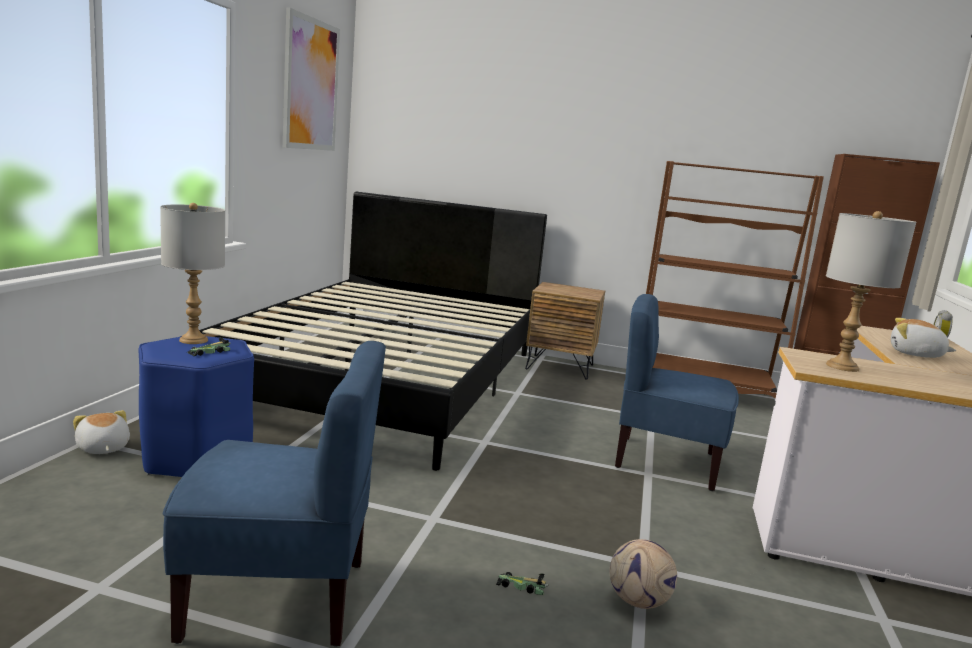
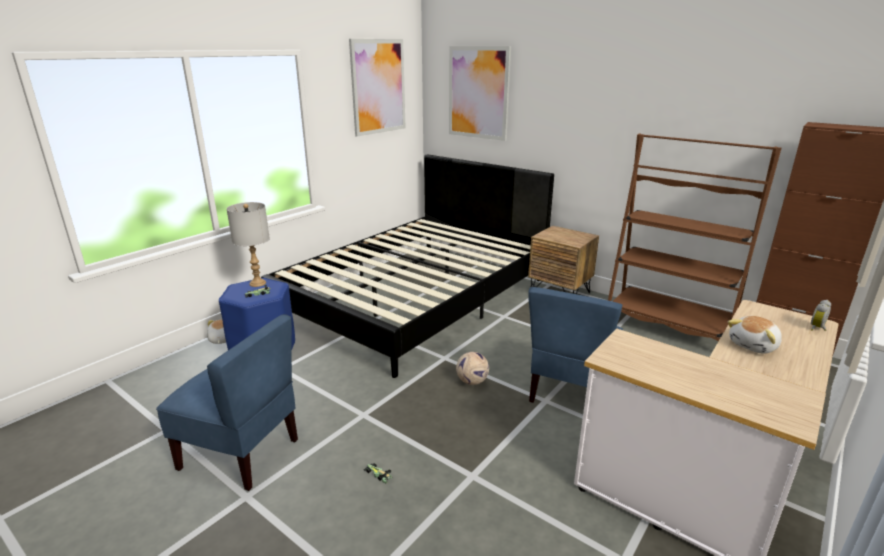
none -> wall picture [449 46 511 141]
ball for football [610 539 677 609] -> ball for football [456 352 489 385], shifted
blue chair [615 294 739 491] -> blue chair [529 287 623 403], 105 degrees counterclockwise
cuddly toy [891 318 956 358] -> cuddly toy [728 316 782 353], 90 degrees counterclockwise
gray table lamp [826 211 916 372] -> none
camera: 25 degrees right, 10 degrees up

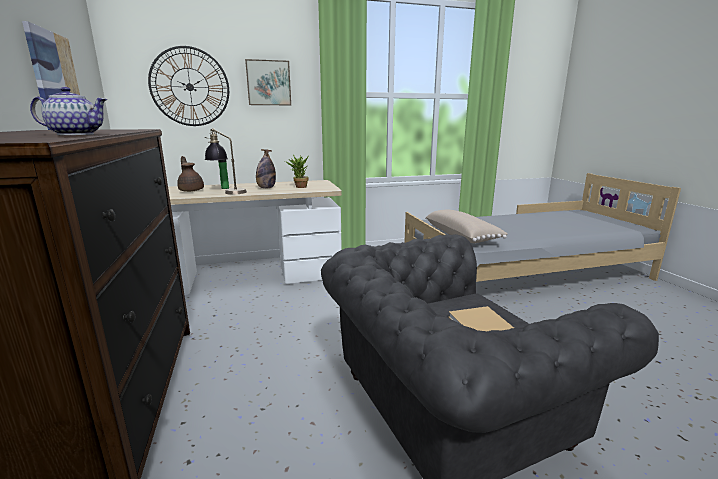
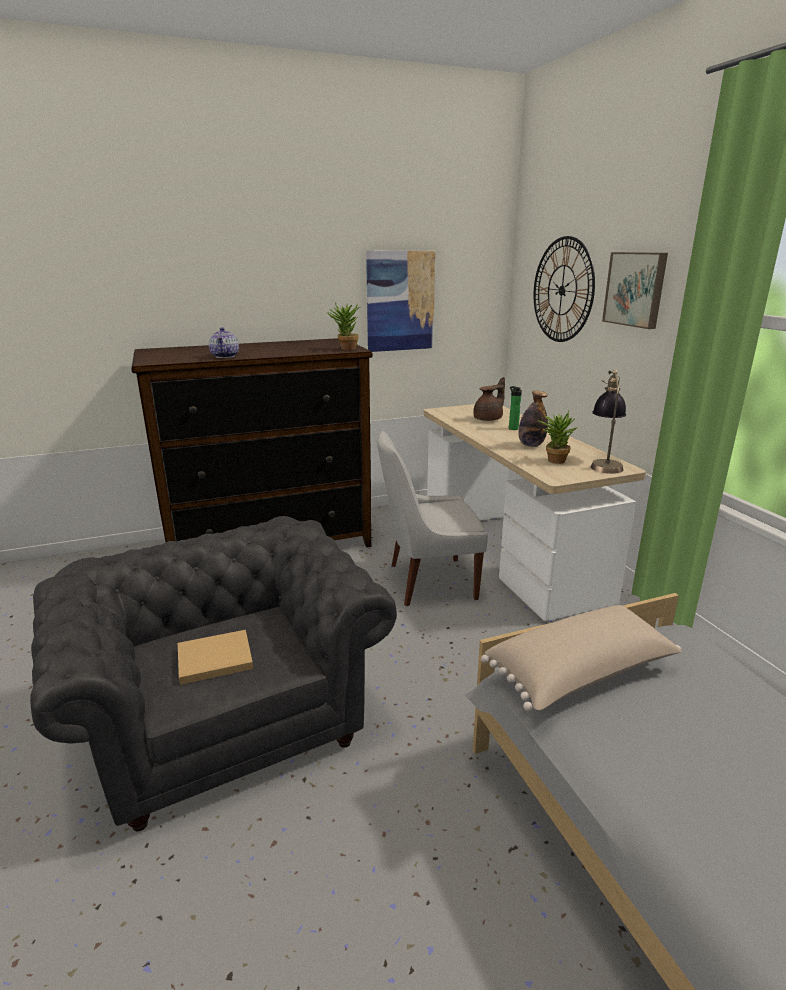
none -> plant in a pot [327 303 359 350]
none -> whitish chair [377 431 488 606]
table lamp [205 128 247 195] -> table lamp [591 370 626 474], shifted
camera: 85 degrees right, 5 degrees up

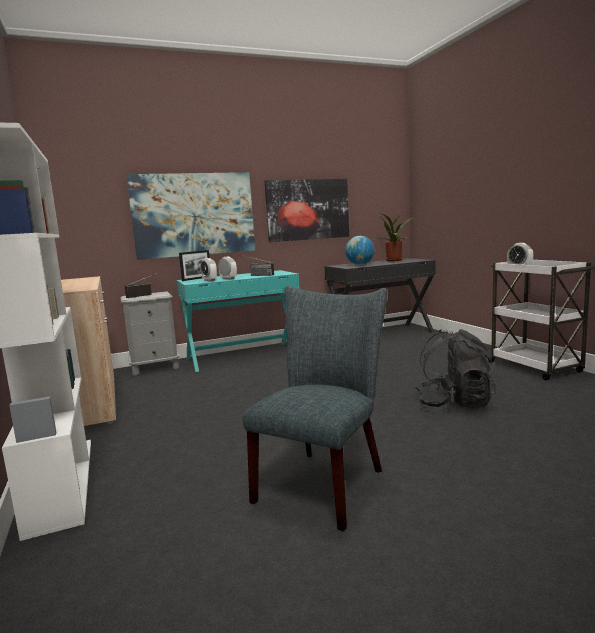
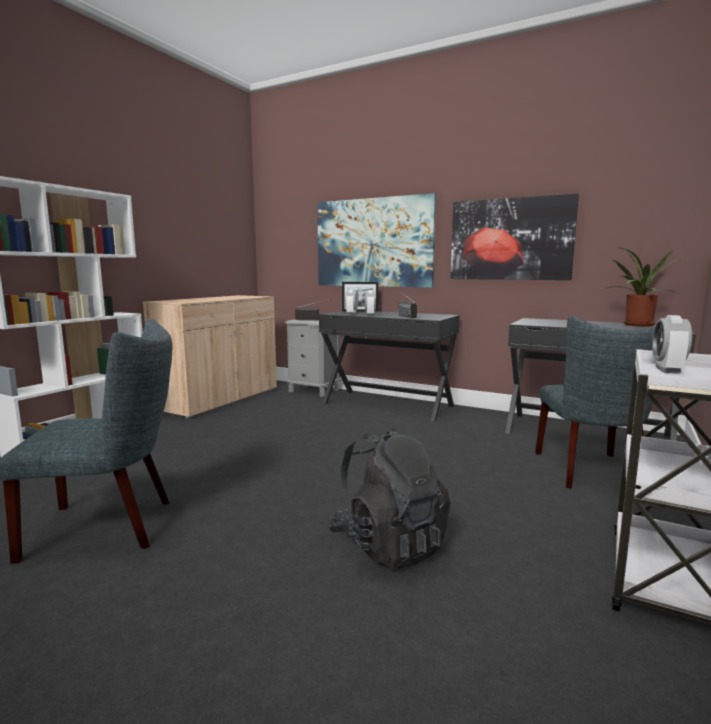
blue-green desk table [176 270 300 372] -> blackish desk table [319 311 460 422]
none -> gray chair [535 316 655 489]
desk globe [345 236 374 265] -> none
camera: 50 degrees right, 0 degrees up

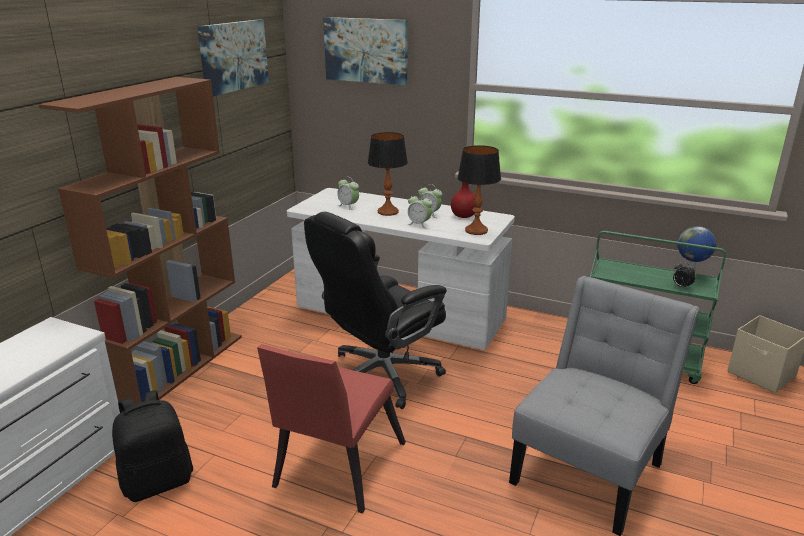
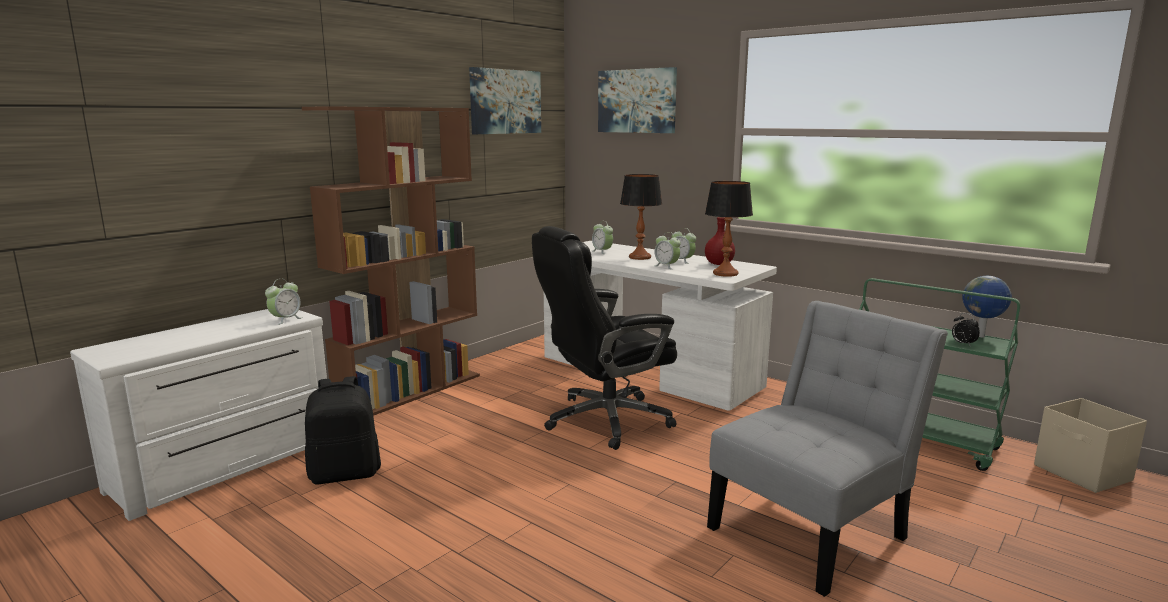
none -> table clock [265 279 303 325]
reddish chair [257 344 406 513] -> none
camera: 15 degrees right, 10 degrees down

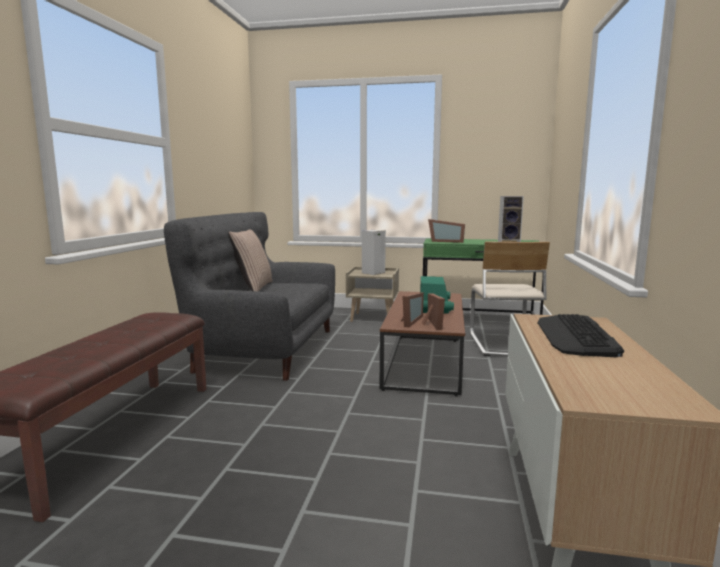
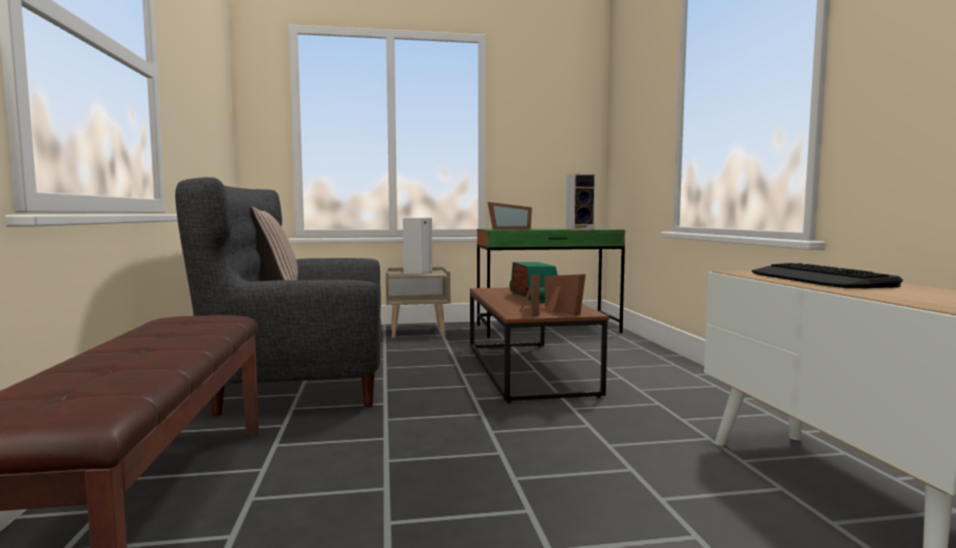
sand-coloured chair [470 241 550 356] -> none
camera: 20 degrees left, 5 degrees down

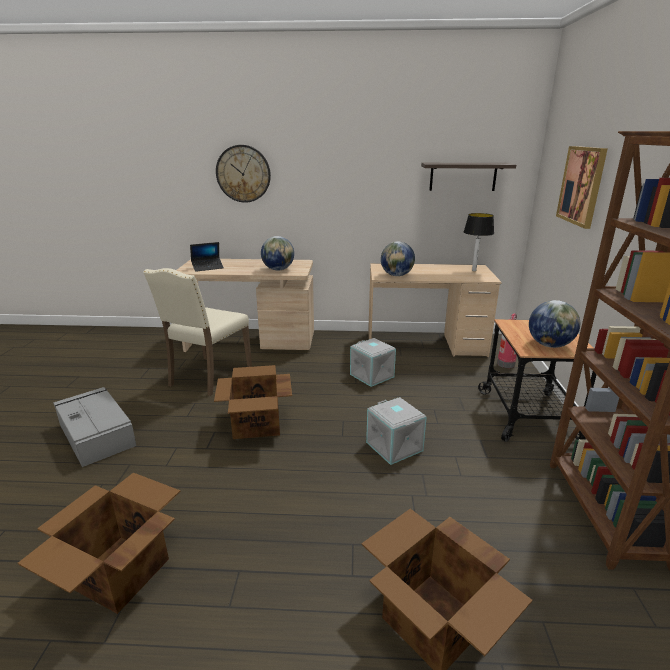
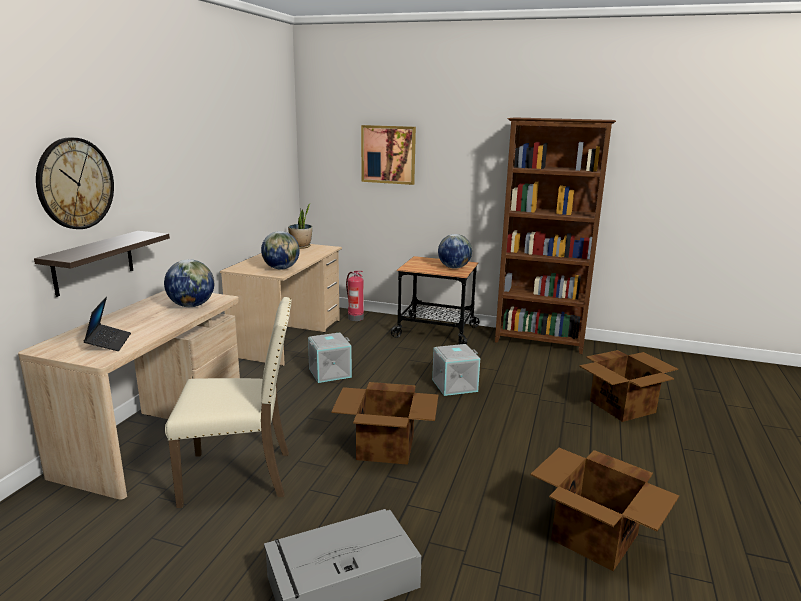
shelf [421 163 516 191] -> shelf [34 231 170 297], shifted
sand-coloured chair [143 268 252 396] -> sand-coloured chair [165 297 292 508], 45 degrees counterclockwise
table lamp [464 213 494 271] -> plant in a pot [288 204 312 249]
camera: 75 degrees left, 5 degrees down

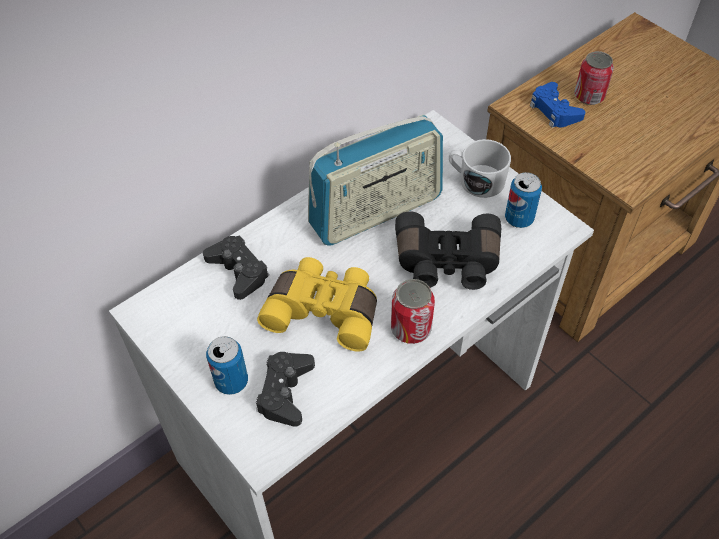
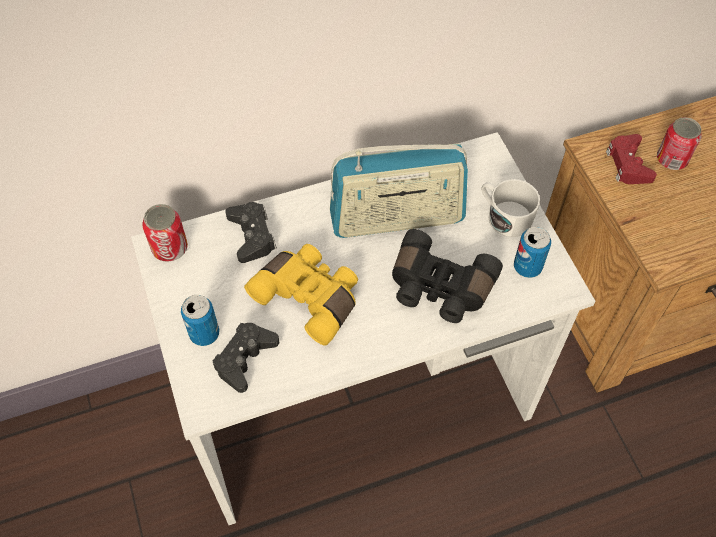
sealed can [391 279 435 344] -> sealed can [142 204 188 262], shifted
blue joypad [530 82 586 128] -> reddish joypad [606 134 657 184]
camera: 20 degrees right, 5 degrees up

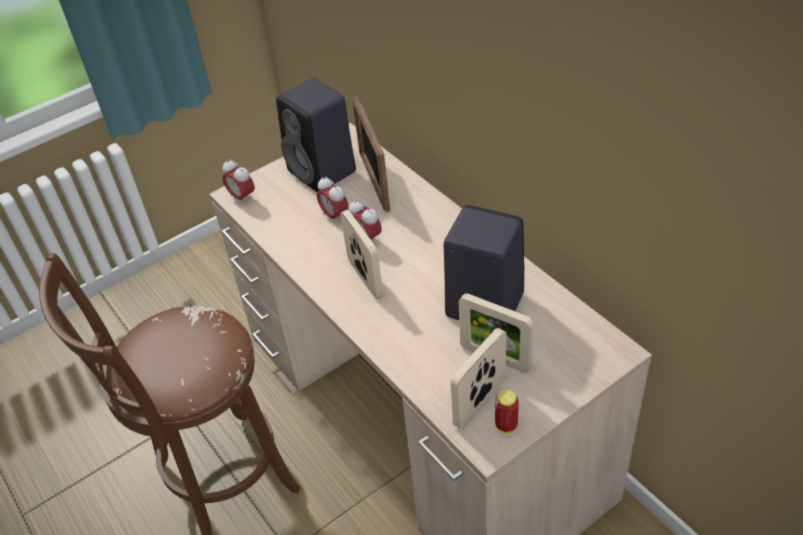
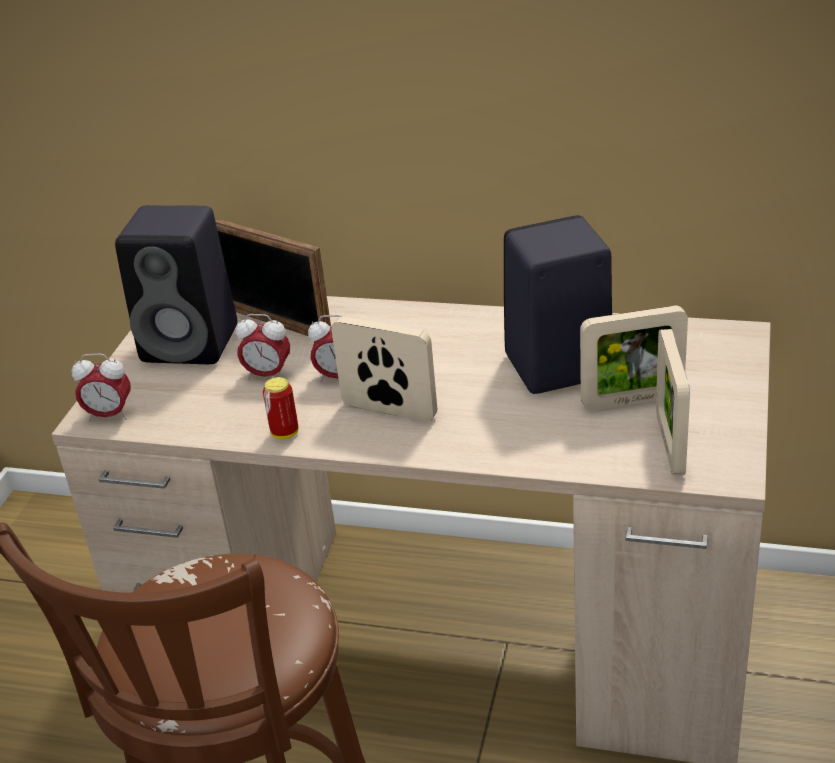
sealed can [495 390 519 433] -> sealed can [263 377 298 439], shifted
camera: 40 degrees left, 10 degrees down

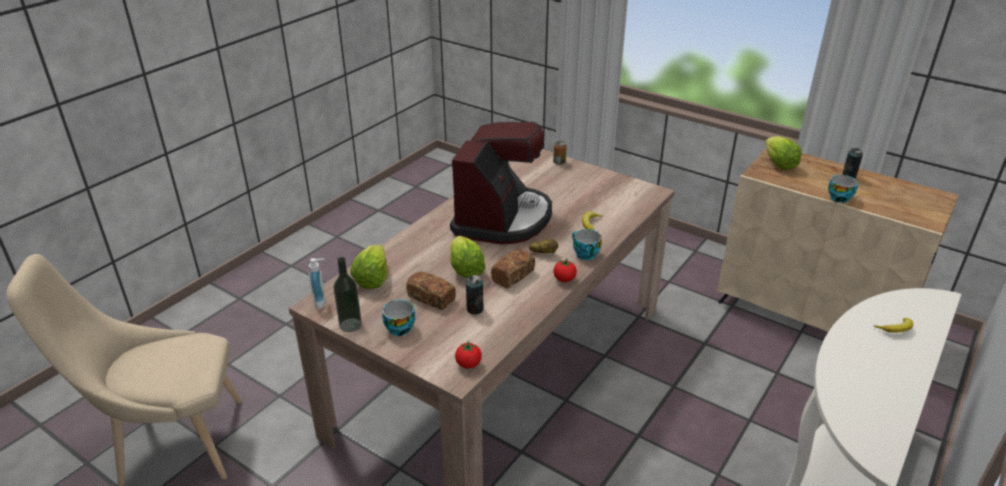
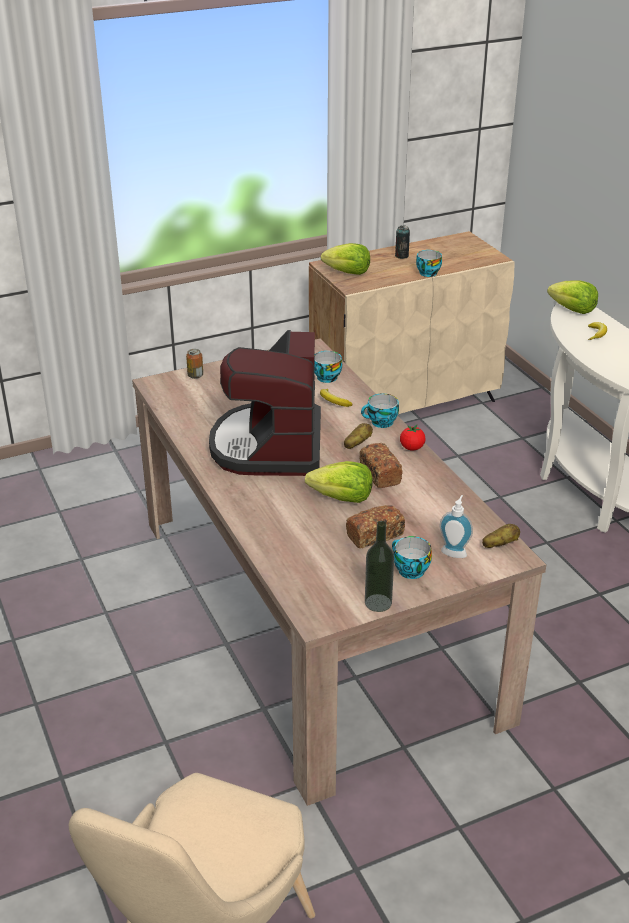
coffee brewer [450 122 552 244] -> coffee brewer [209 330 321 476], 135 degrees counterclockwise
none -> small cup [314 351 342 383]
liquid soap bottle [309 258 326 309] -> liquid soap bottle [440 495 473 558], shifted
whole tomato [455 341 482 369] -> potato [482 524 520 548]
lettuce head [350 244 388 289] -> lettuce head [547 280 598 314], shifted
sealed can [466 275 483 315] -> none
camera: 60 degrees left, 0 degrees up

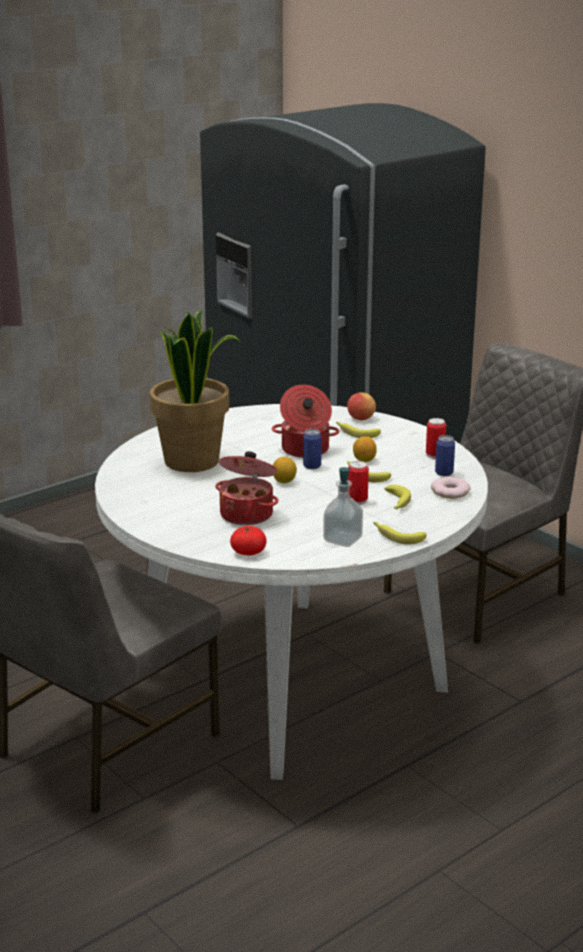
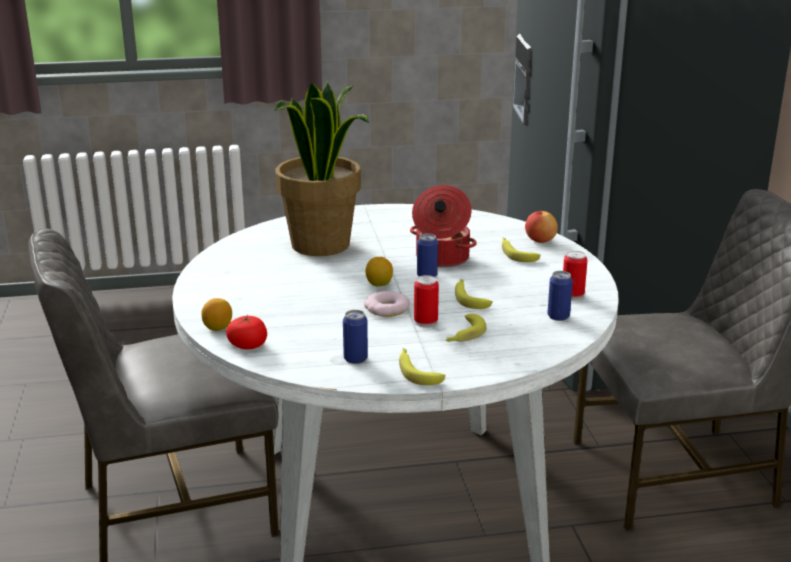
lemon [353 436 377 462] -> lemon [201 298 232 331], shifted
liquid soap bottle [323 467 363 547] -> sealed can [343 310 368 364]
donut [431 477 471 499] -> donut [364 291 410 317], shifted
stockpot [215 451 278 525] -> none
camera: 30 degrees right, 0 degrees up

